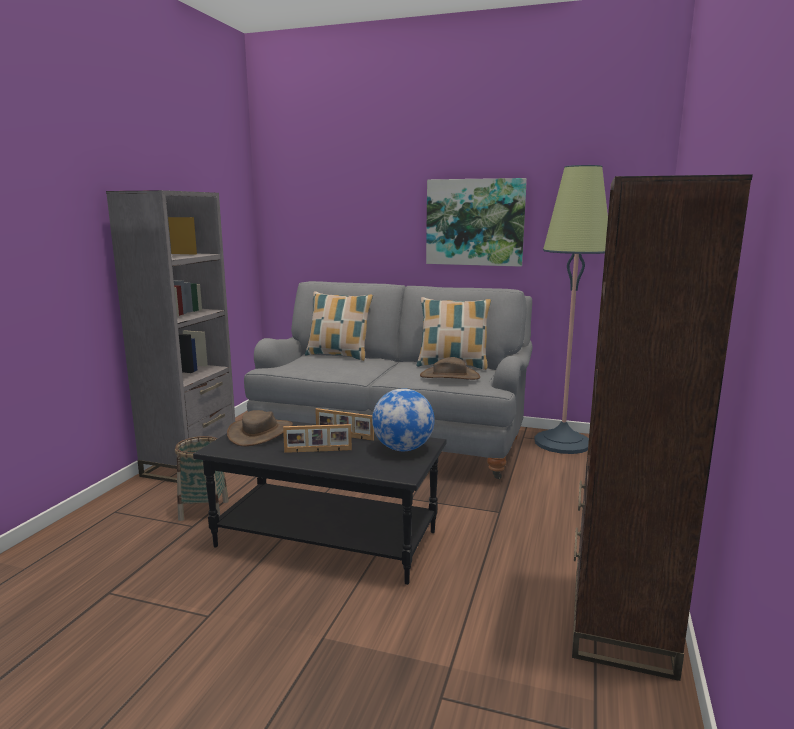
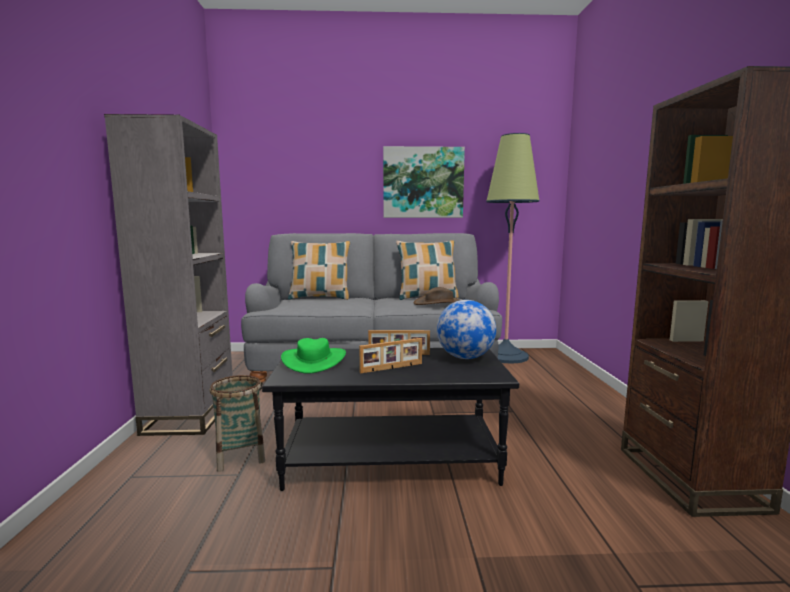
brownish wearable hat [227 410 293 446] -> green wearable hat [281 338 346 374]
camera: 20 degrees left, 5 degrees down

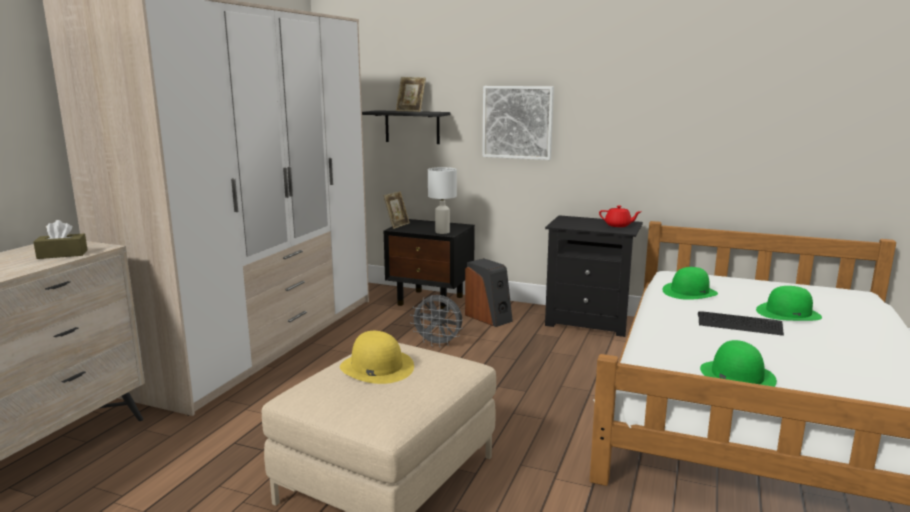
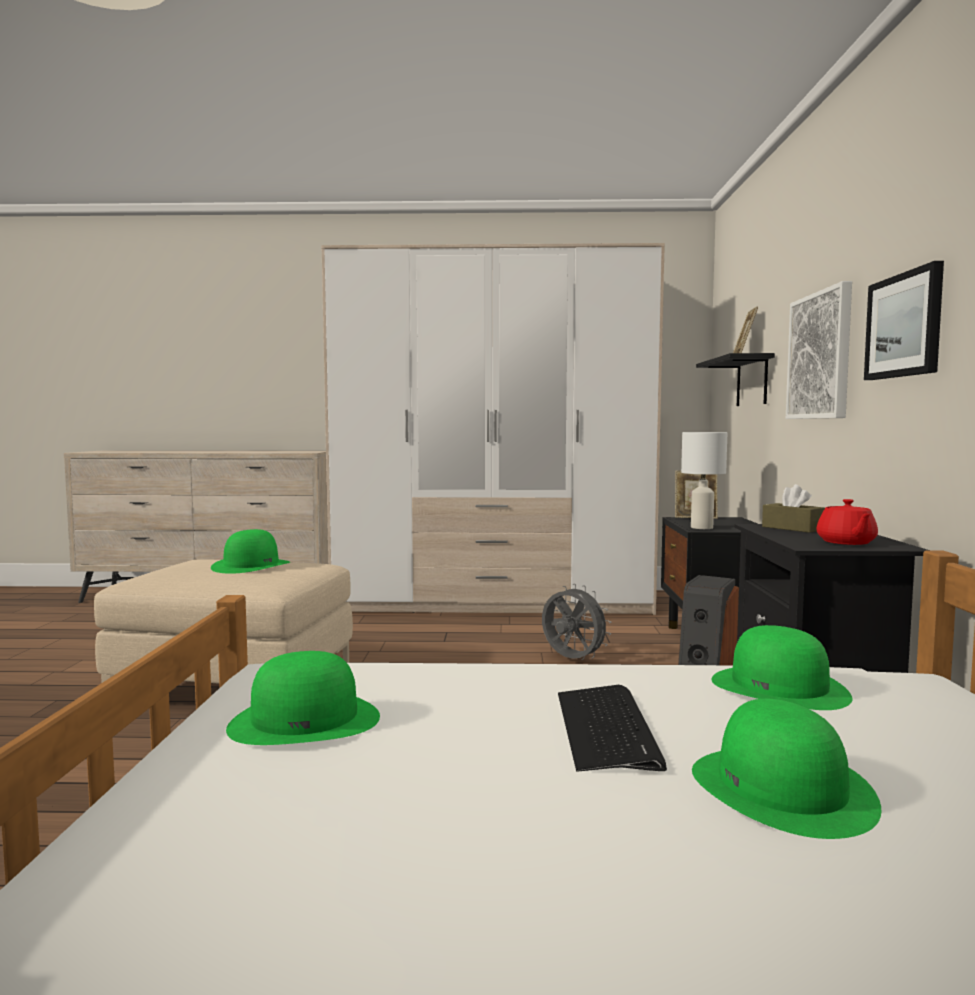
yellowish wearable hat [340 331 414 384] -> green wearable hat [211 529 290 574]
gray fan [410 295 463 347] -> gray fan [542 584 611 660], 135 degrees clockwise
brownish box of tissues [33 220 87 259] -> brownish box of tissues [762 484 825 533], shifted
none -> wall picture [864 261 944 380]
camera: 70 degrees right, 10 degrees down

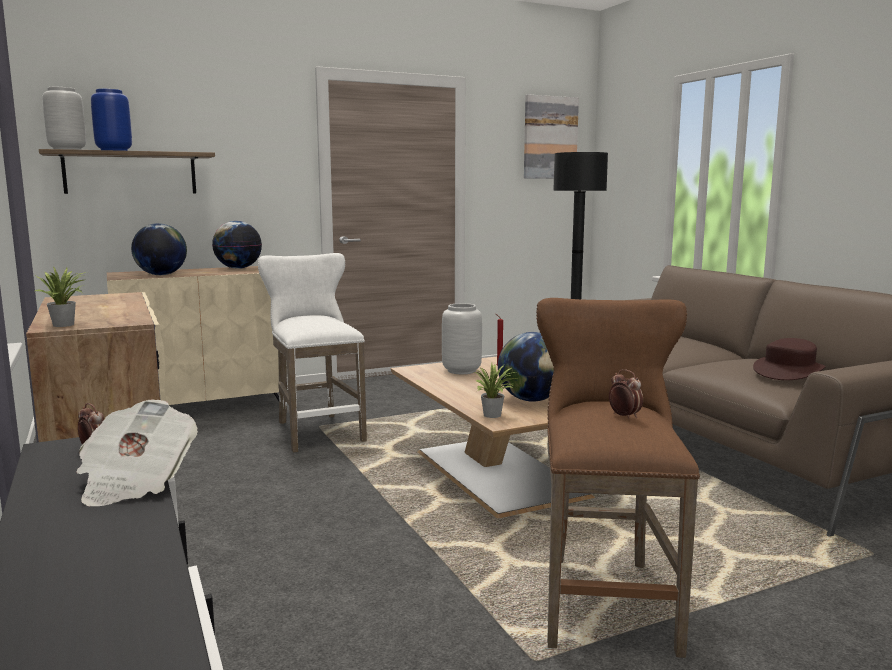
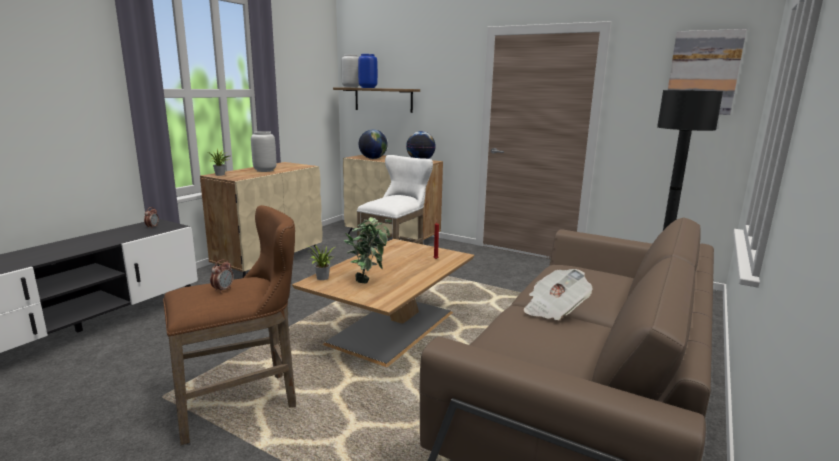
gray decorative vase [442 303 482 374] -> gray decorative vase [251 131 277 172], shifted
desk globe [498 332 554 402] -> plant in a pot [344 217 392 283]
newspaper [76 400 198 506] -> newspaper [524 269 592 320], shifted
brownish wearable hat [753 338 826 380] -> none
camera: 55 degrees right, 5 degrees up

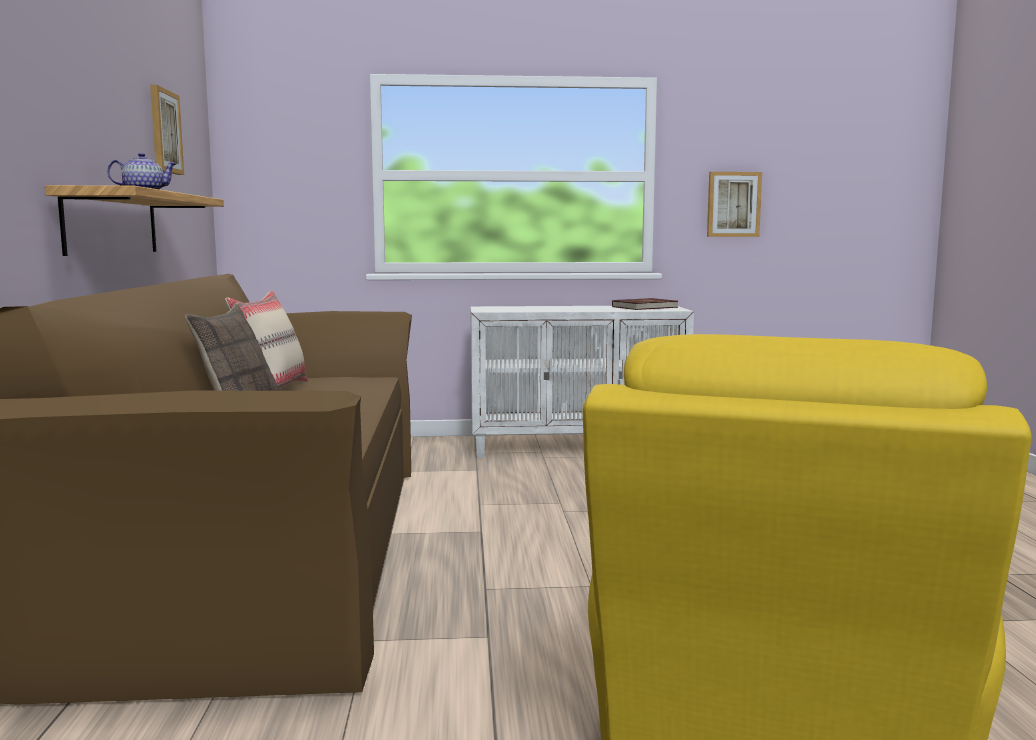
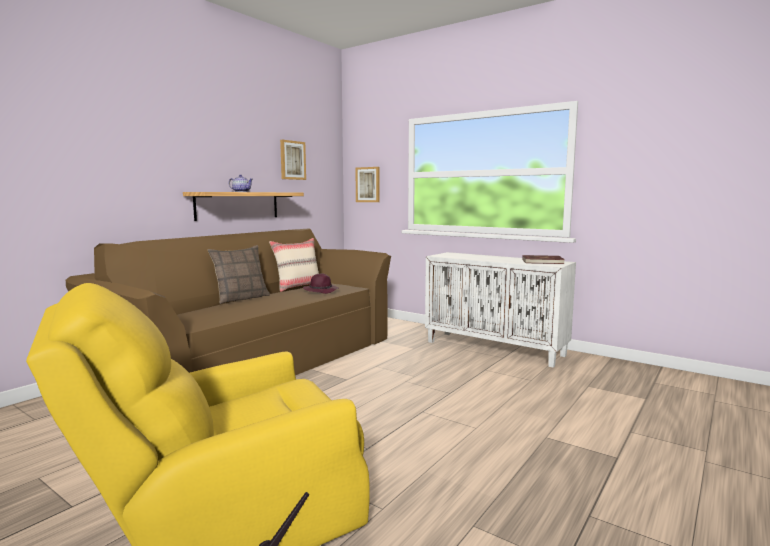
none -> purplish wearable hat [303 273 339 294]
wall picture [707 172 762 237] -> wall picture [356 167 380 202], shifted
camera: 40 degrees right, 0 degrees up

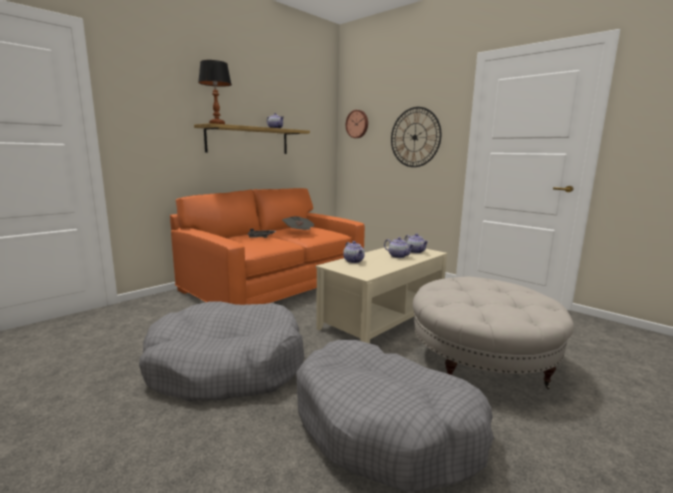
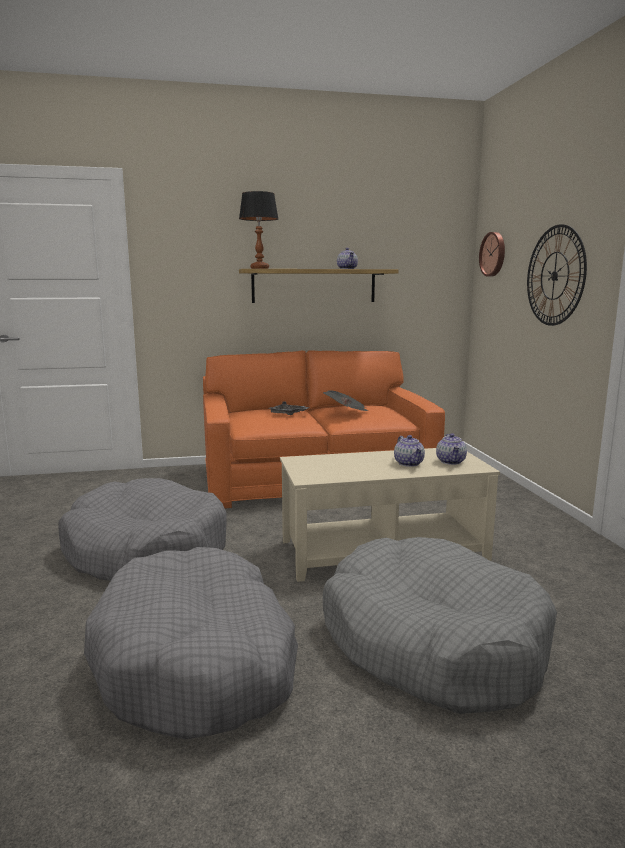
sand-coloured pouffe [413 277 574 389] -> gray pet bed [323 537 557 714]
tea pot [343 241 365 263] -> none
camera: 35 degrees right, 0 degrees up

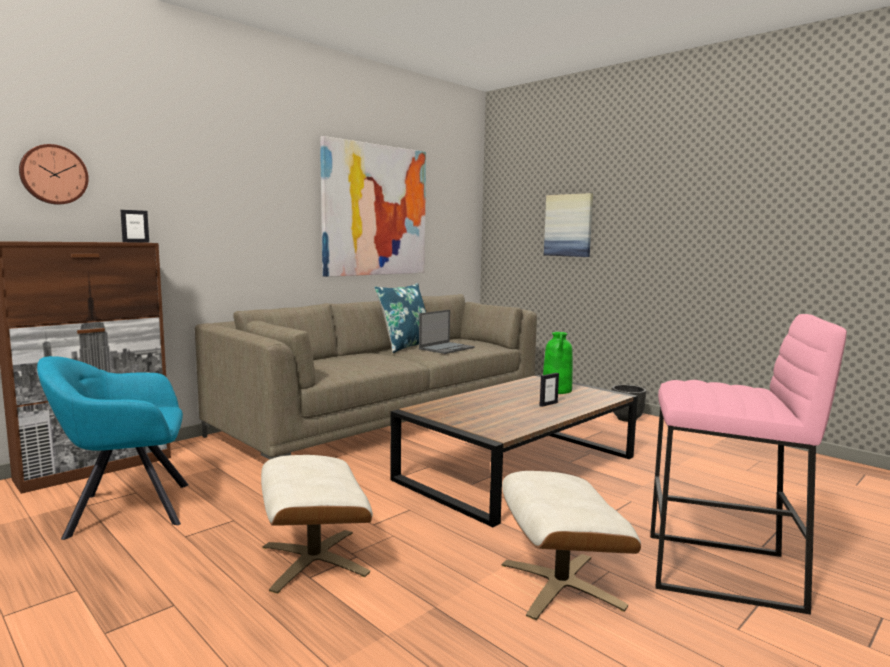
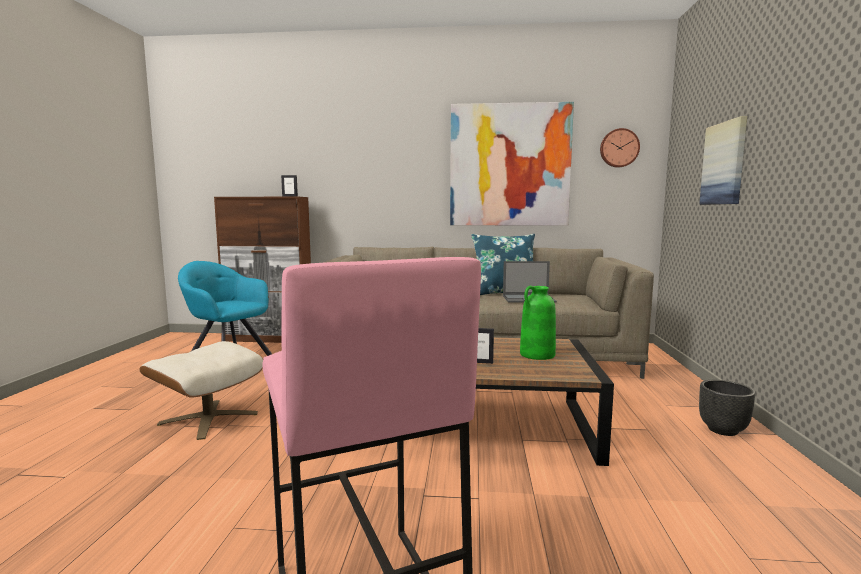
wall clock [19 144 89 205] -> wall clock [600 128 640 167], shifted
sand-coloured pouffe [502 471 641 620] -> none
camera: 50 degrees right, 0 degrees up

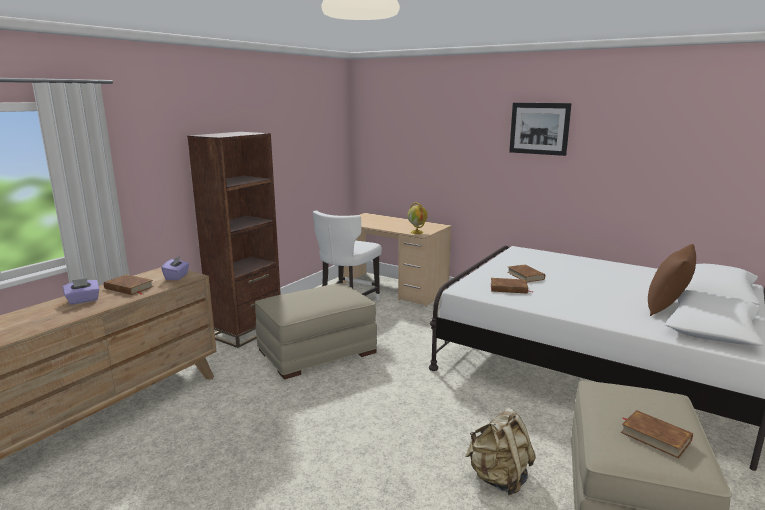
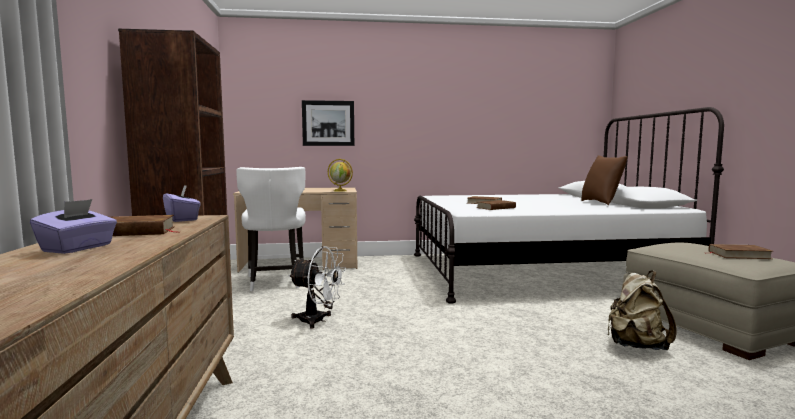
sand-coloured pouffe [255 283 377 380] -> whitish fan [288 246 346 329]
wall picture [509 103 572 156] -> wall picture [302 100 354 146], shifted
camera: 40 degrees left, 10 degrees down

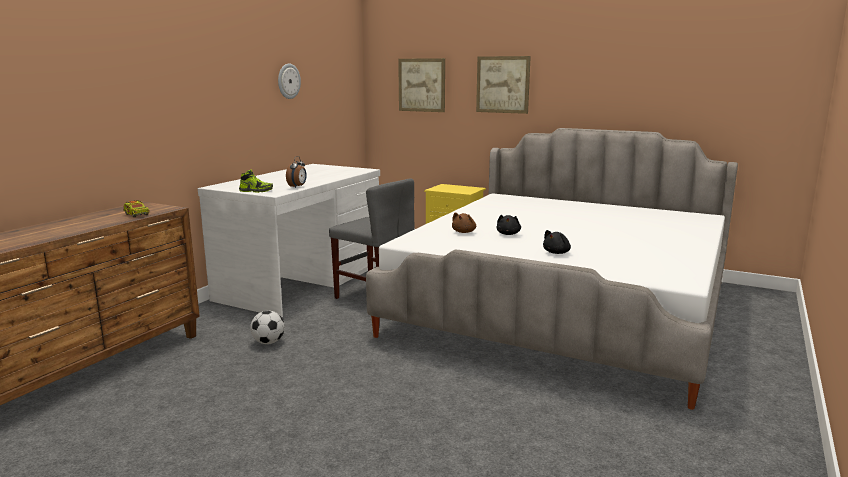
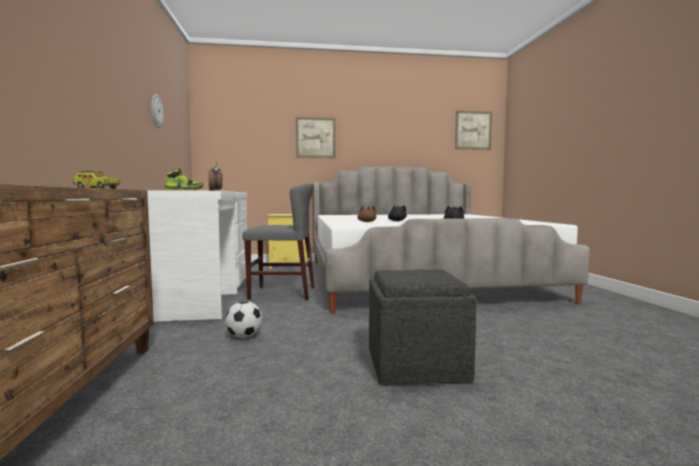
none -> gray pouffe [369 270 477 385]
wall picture [398 58 445 112] -> wall picture [455 110 492 150], shifted
camera: 35 degrees left, 10 degrees down

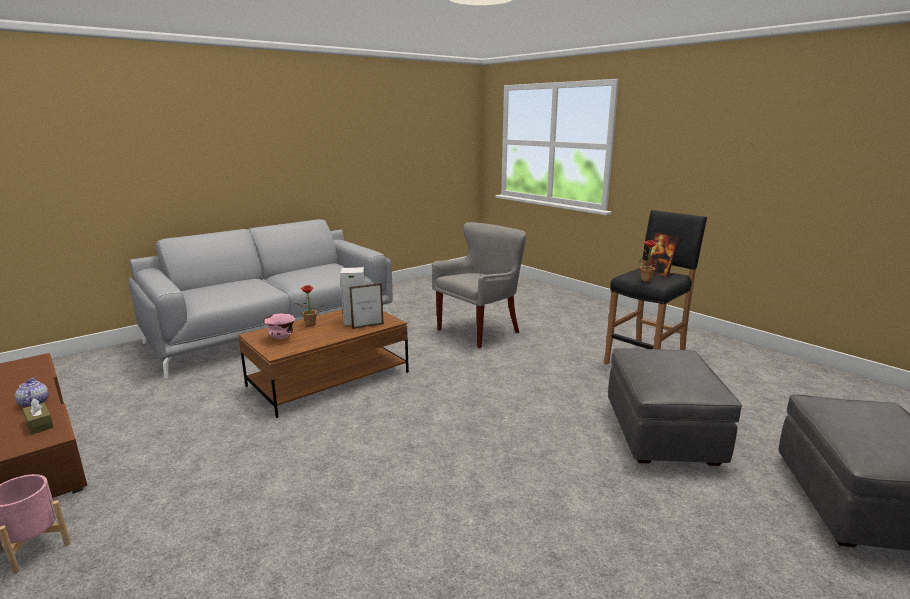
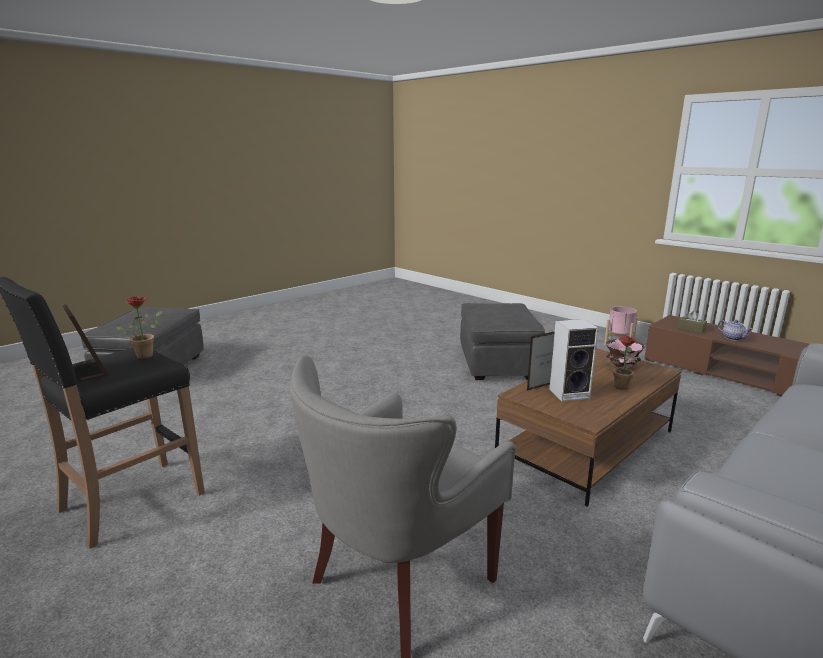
gray pouffe [608 348 742 466] -> gray pouffe [460 303 545 380], shifted
camera: 175 degrees right, 0 degrees up

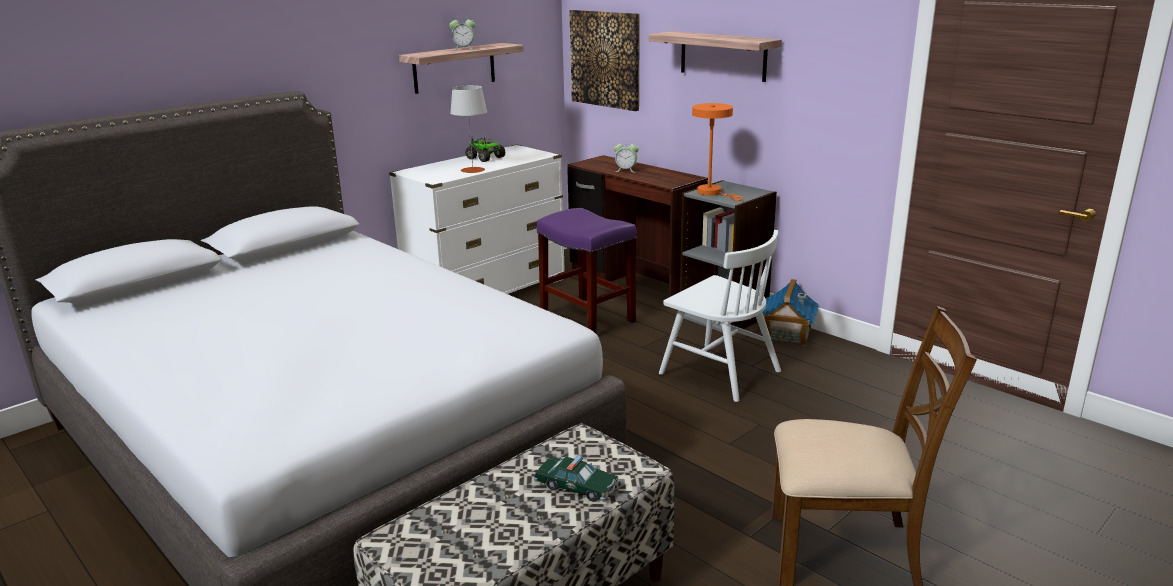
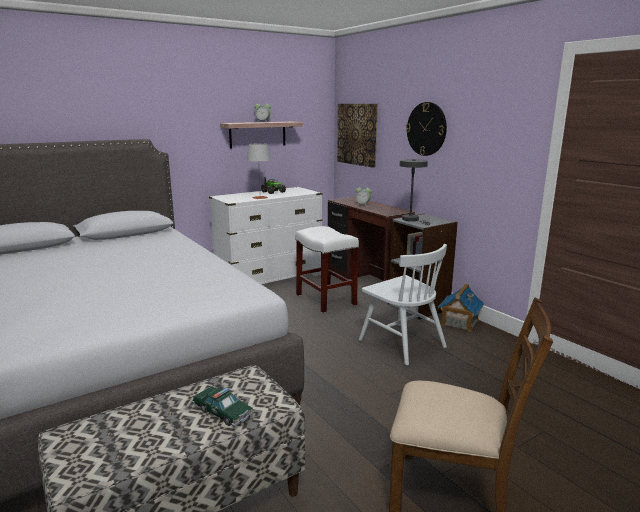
purplish stool seat [537 208 636 334] -> whitish stool seat [296 226 359 313]
orange-coloured table lamp [692 103 743 201] -> gray table lamp [400 159 431 225]
shelf [649 31 782 82] -> wall clock [406 102 447 156]
camera: 10 degrees right, 5 degrees down

